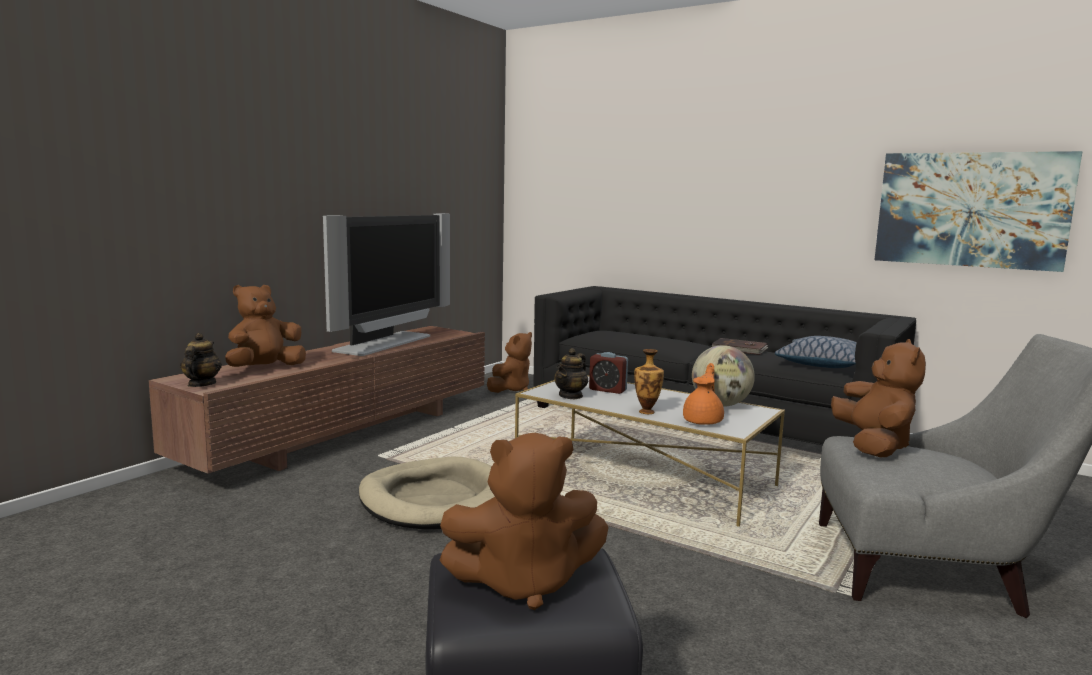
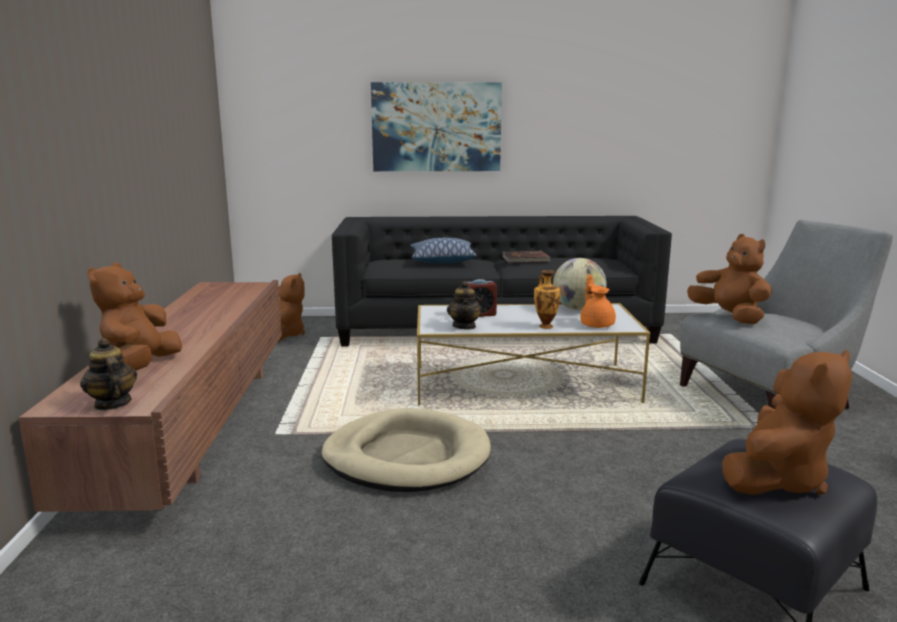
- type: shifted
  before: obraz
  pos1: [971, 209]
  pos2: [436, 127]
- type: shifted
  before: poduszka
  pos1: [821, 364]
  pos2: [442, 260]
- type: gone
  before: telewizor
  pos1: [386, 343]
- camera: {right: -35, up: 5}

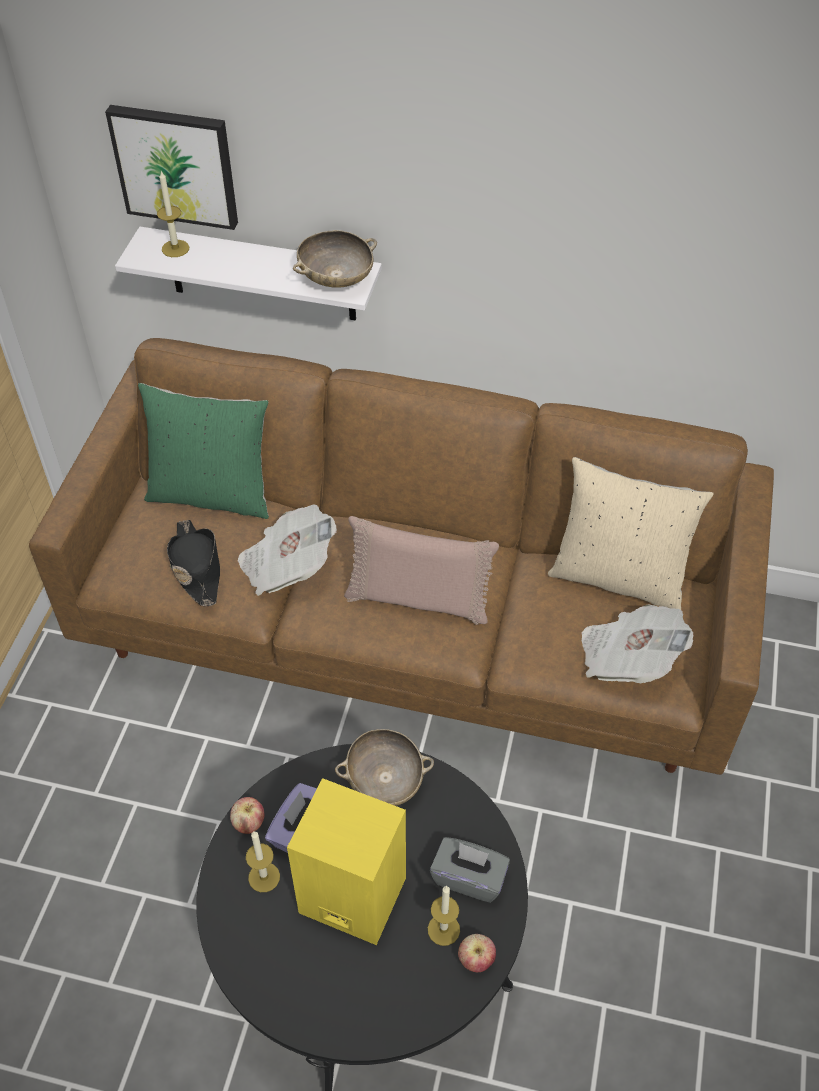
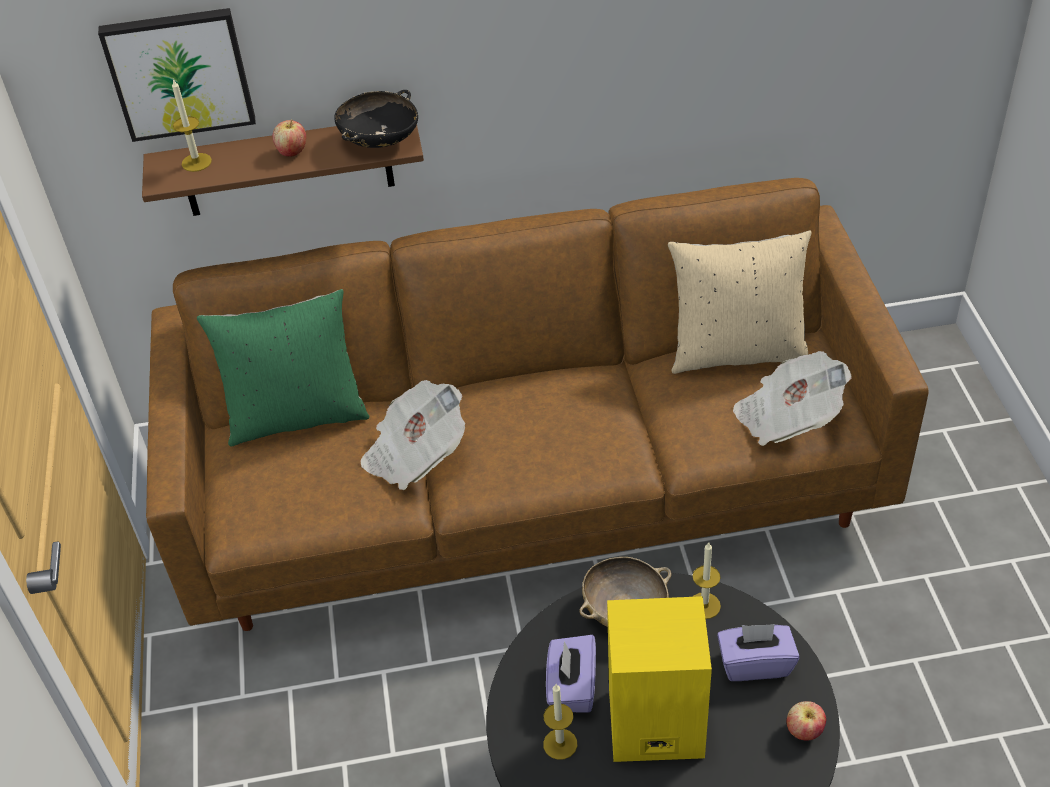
- type: repainted
  before: półka (biały)
  after: półka (brązowy)
  pos1: [262, 275]
  pos2: [287, 167]
- type: shifted
  before: jabłko
  pos1: [249, 823]
  pos2: [292, 152]
- type: repainted
  before: miska (beżowy)
  after: miska (czarny)
  pos1: [336, 279]
  pos2: [380, 141]
- type: shifted
  before: świeca
  pos1: [443, 929]
  pos2: [704, 605]
- type: repainted
  before: pudełko chusteczek (szary)
  after: pudełko chusteczek (fioletowy)
  pos1: [469, 878]
  pos2: [755, 663]
- type: gone
  before: kapelusz (czarny)
  pos1: [196, 567]
- type: gone
  before: poduszka (beżowy)
  pos1: [418, 599]
- camera: {right: -20, up: -5}

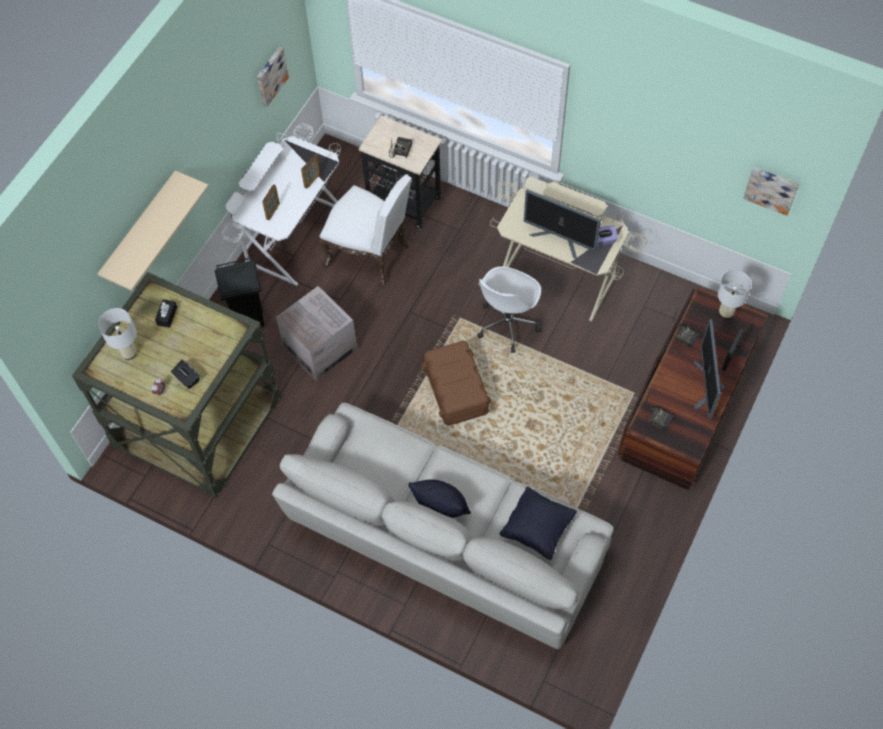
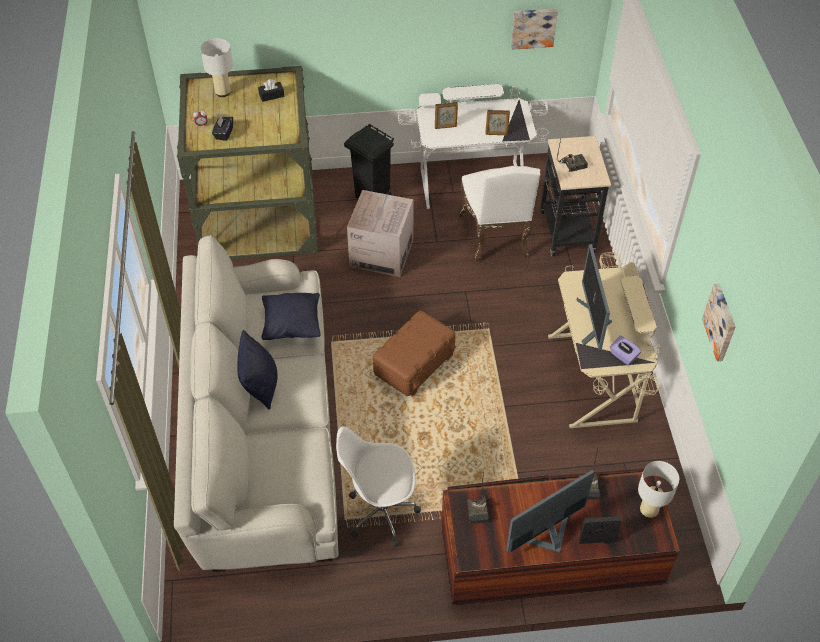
- type: shifted
  before: poduszka (czarny)
  pos1: [537, 529]
  pos2: [292, 326]
- type: shifted
  before: krzesło biurowe (biały)
  pos1: [506, 326]
  pos2: [380, 513]
- type: shifted
  before: obraz
  pos1: [771, 189]
  pos2: [721, 322]
- type: gone
  before: półka (beżowy)
  pos1: [140, 230]
- camera: {right: 55, up: -10}

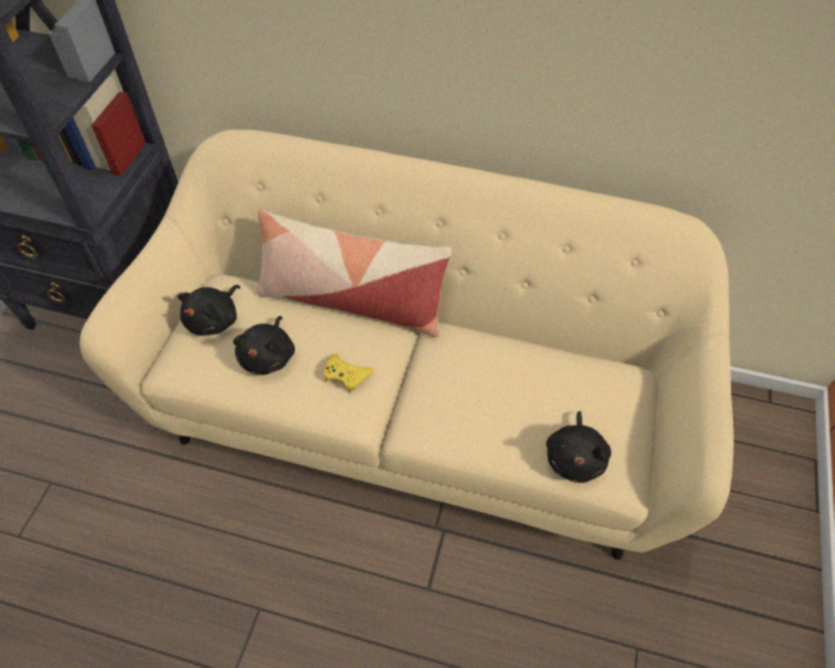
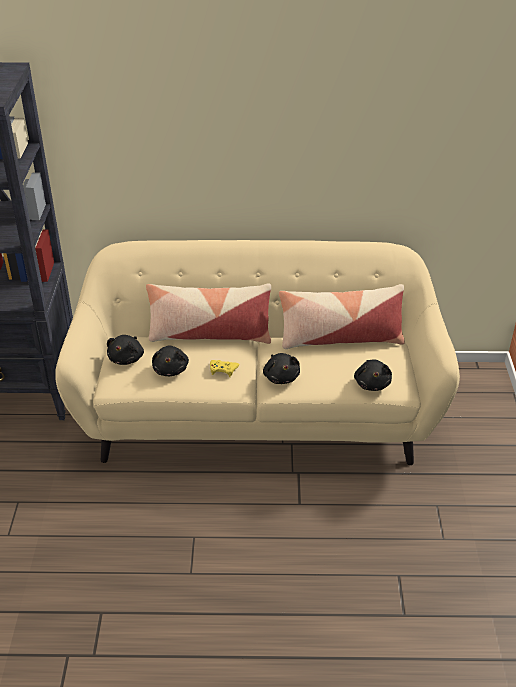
- type: new
  after: pluszak (czarny)
  pos2: [281, 376]
- type: new
  after: poduszka
  pos2: [340, 338]
- camera: {right: -15, up: -15}

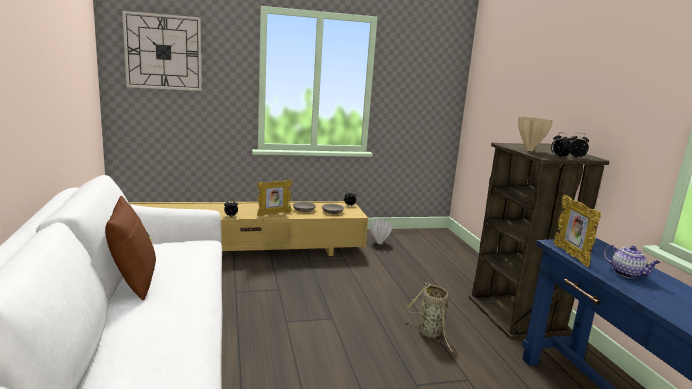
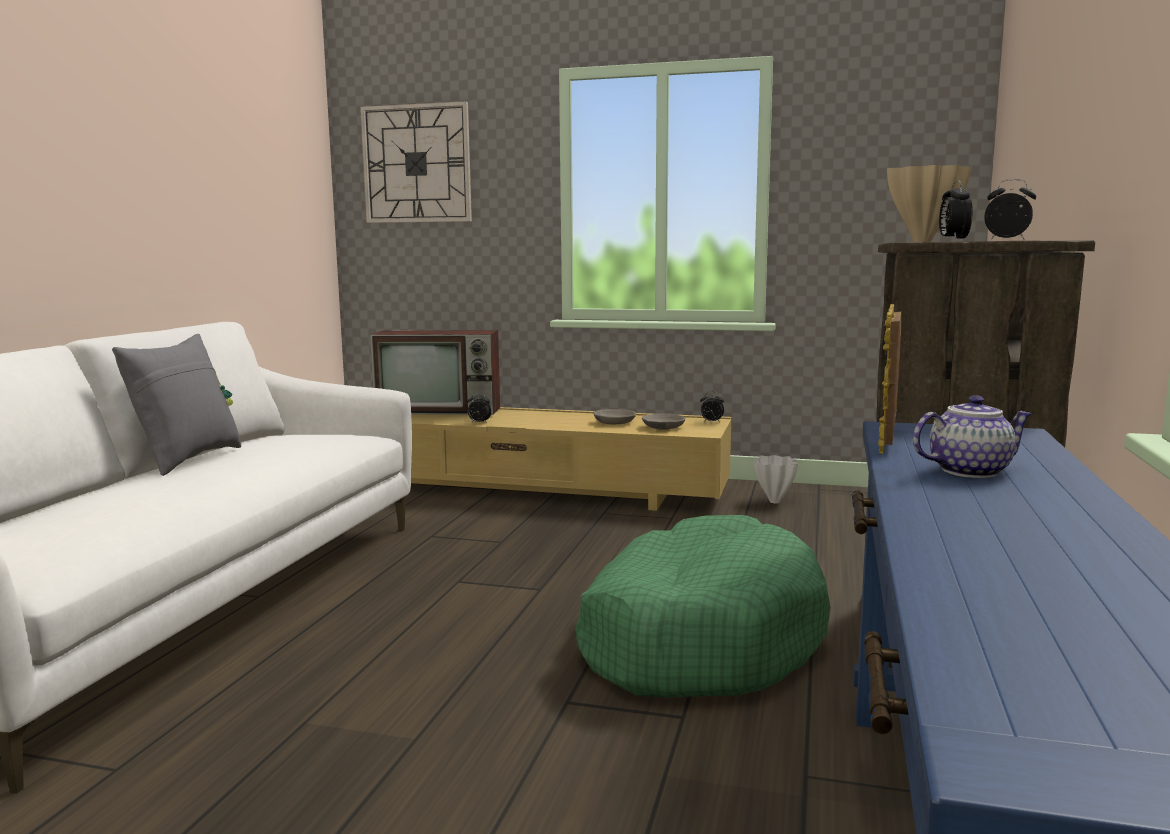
- type: repainted
  before: poduszka (brązowy)
  after: poduszka (szary)
  pos1: [134, 282]
  pos2: [187, 460]
- type: new
  after: telewizor
  pos2: [441, 410]
- type: swapped
  before: koszyk
  after: legowisko (zielony)
  pos1: [430, 333]
  pos2: [699, 638]
- type: rotated
  before: imbryk
  pos1: [627, 274]
  pos2: [970, 471]
  turn: -90
- type: gone
  before: ramka na zdjęcie
  pos1: [274, 214]
- camera: {right: 30, up: -5}

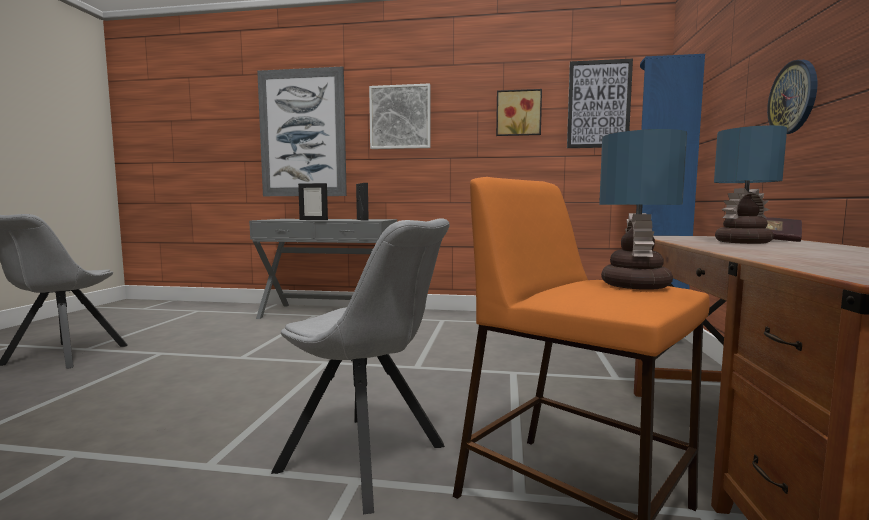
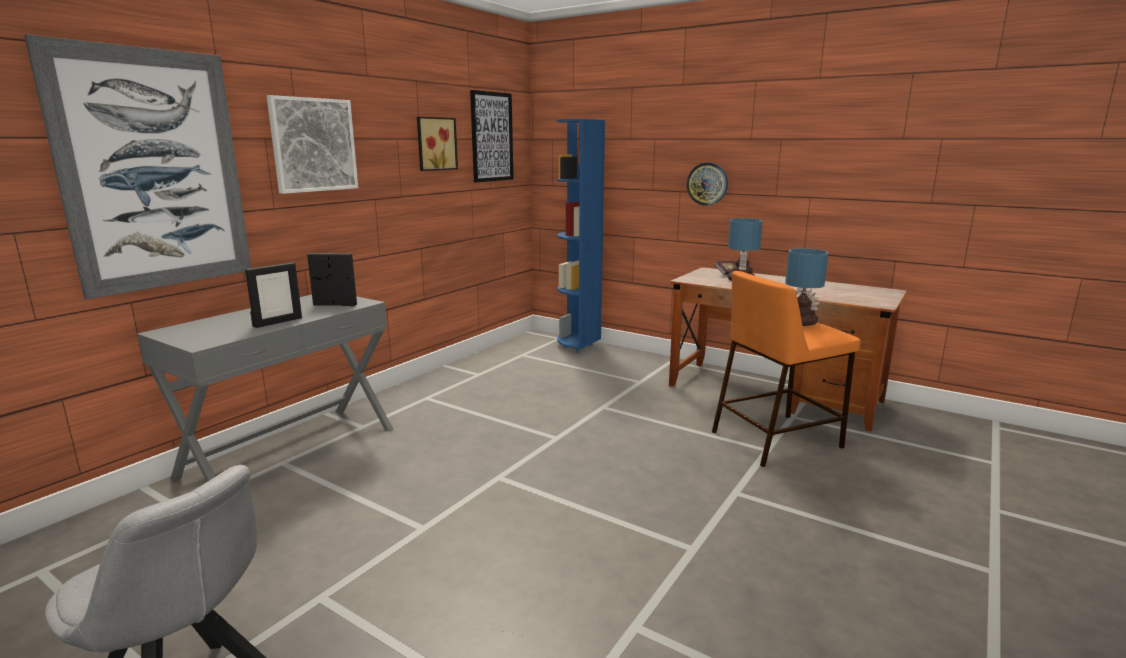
- type: gone
  before: krzesło (szary)
  pos1: [366, 459]
- camera: {right: -65, up: 10}

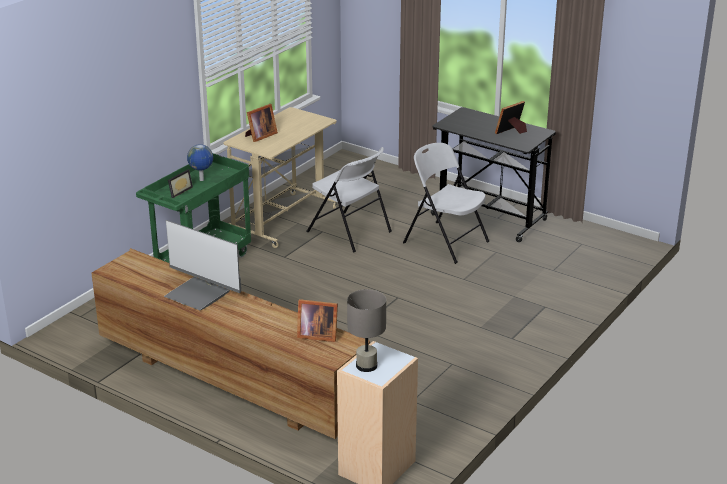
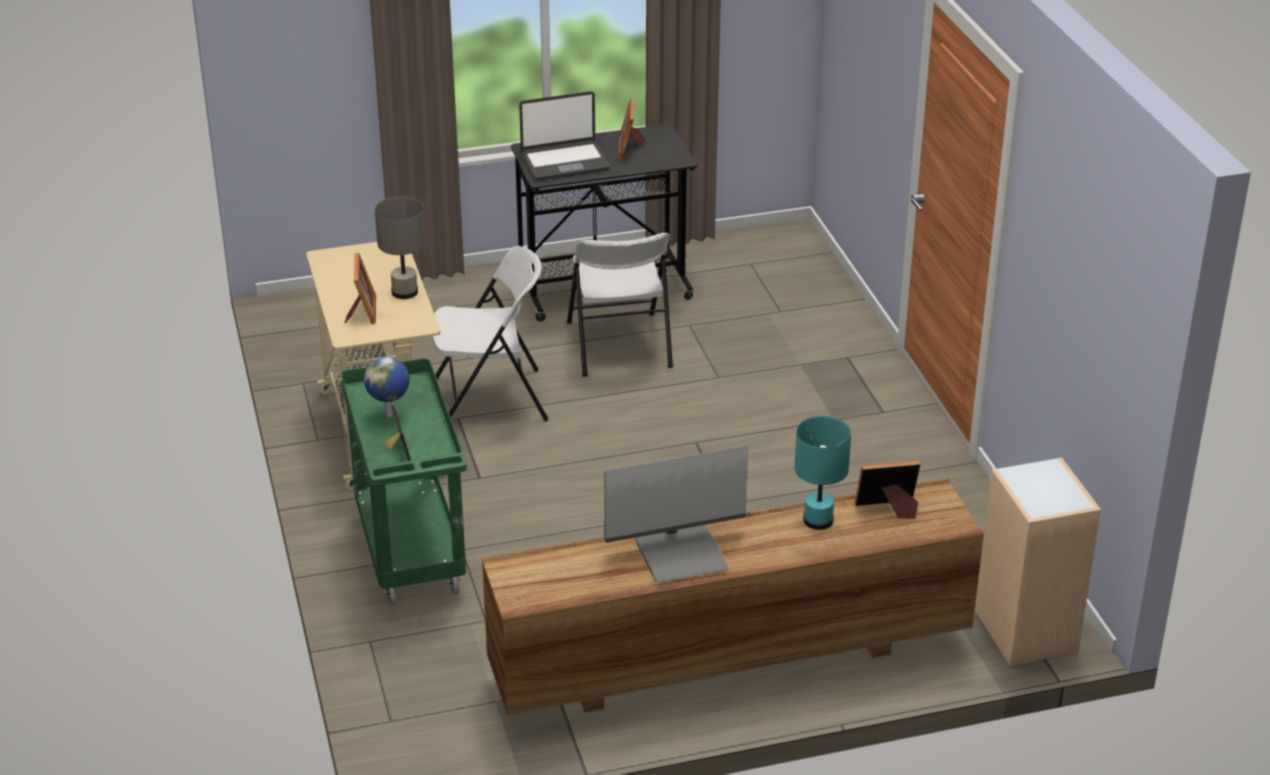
- type: shifted
  before: lampa stołowa (szary)
  pos1: [366, 365]
  pos2: [404, 292]
- type: new
  after: laptop
  pos2: [565, 161]
- type: rotated
  before: krzesło (biały)
  pos1: [446, 242]
  pos2: [618, 345]
  turn: -90
- type: new
  after: lampa stołowa (turkusowy)
  pos2: [817, 520]
- type: rotated
  before: ramka na zdjęcie
  pos1: [316, 334]
  pos2: [889, 509]
  turn: -150
- camera: {right: -50, up: 5}

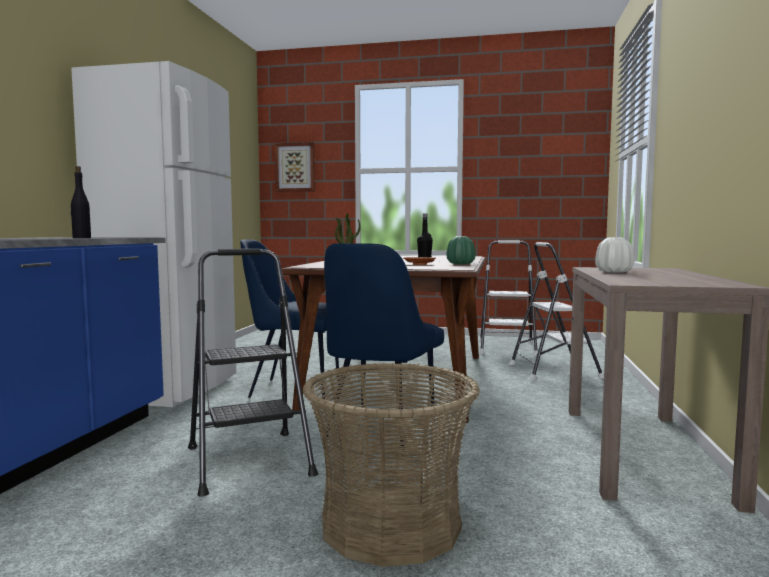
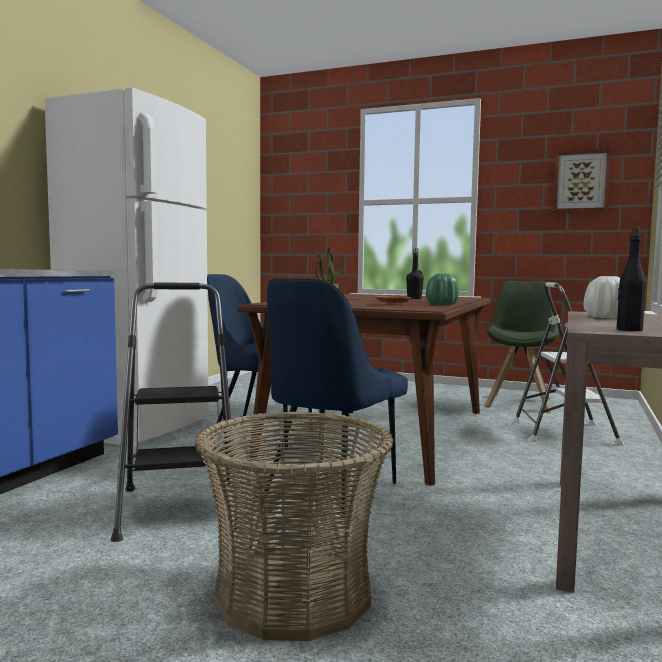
- type: swapped
  before: drabinka (biały)
  after: krzesło (zielony)
  pos1: [507, 347]
  pos2: [519, 403]
- type: shifted
  before: obraz
  pos1: [295, 167]
  pos2: [581, 181]
- type: shifted
  before: butelka (czarny)
  pos1: [81, 238]
  pos2: [629, 330]
- camera: {right: 10, up: 0}

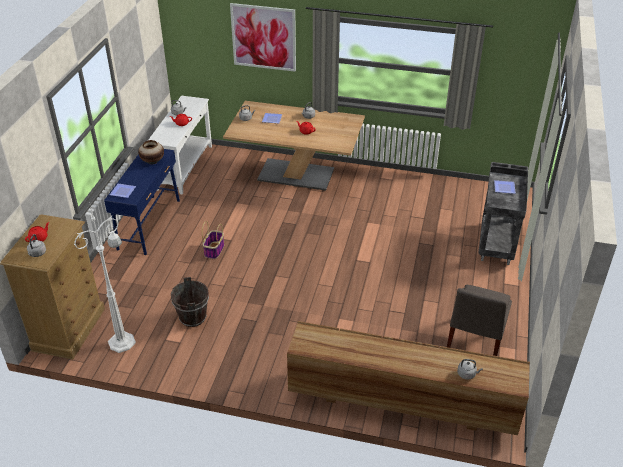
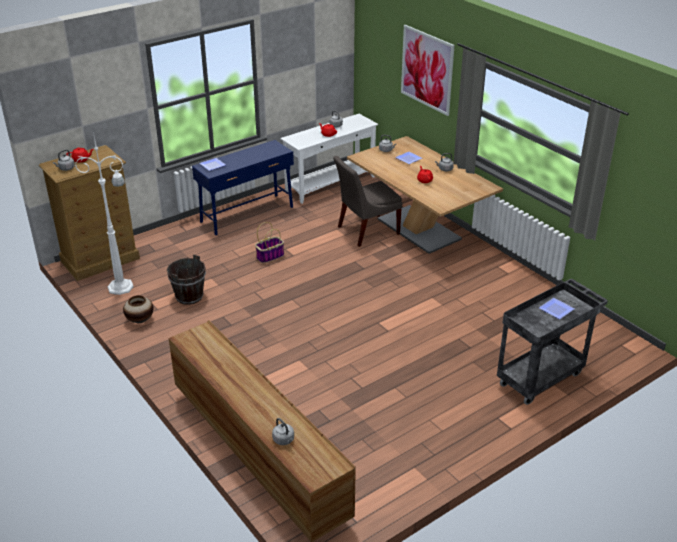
- type: shifted
  before: wazon
  pos1: [152, 161]
  pos2: [140, 320]
- type: shifted
  before: krzesło (szary)
  pos1: [474, 343]
  pos2: [365, 231]
- camera: {right: 40, up: -5}

